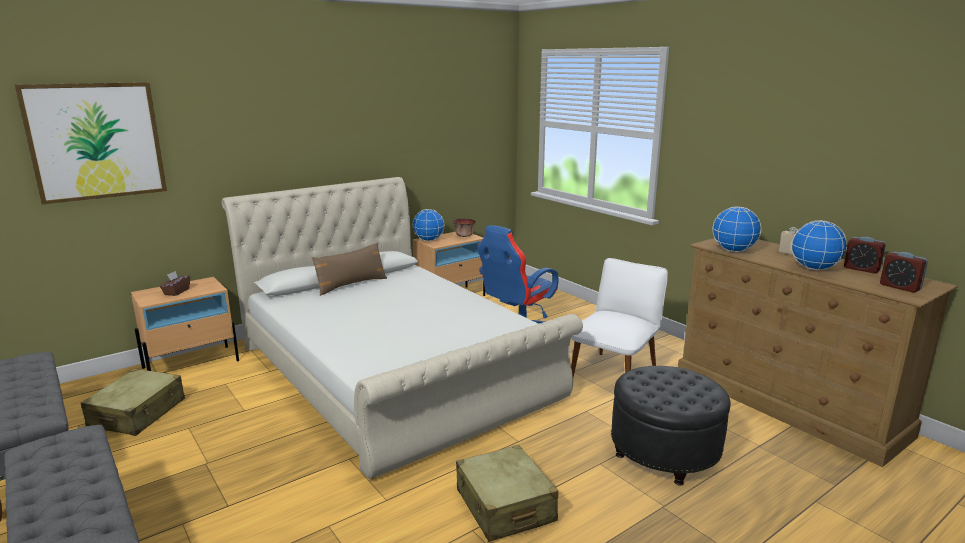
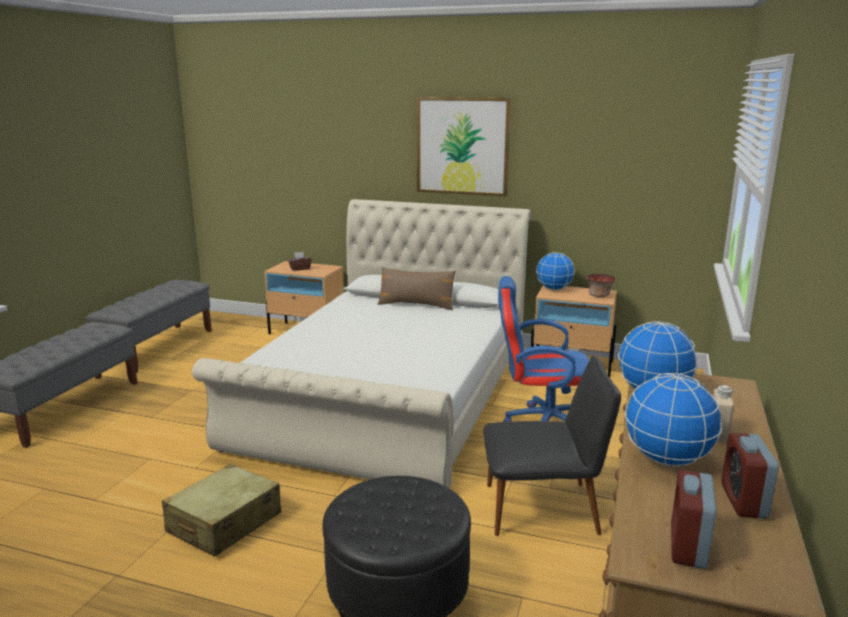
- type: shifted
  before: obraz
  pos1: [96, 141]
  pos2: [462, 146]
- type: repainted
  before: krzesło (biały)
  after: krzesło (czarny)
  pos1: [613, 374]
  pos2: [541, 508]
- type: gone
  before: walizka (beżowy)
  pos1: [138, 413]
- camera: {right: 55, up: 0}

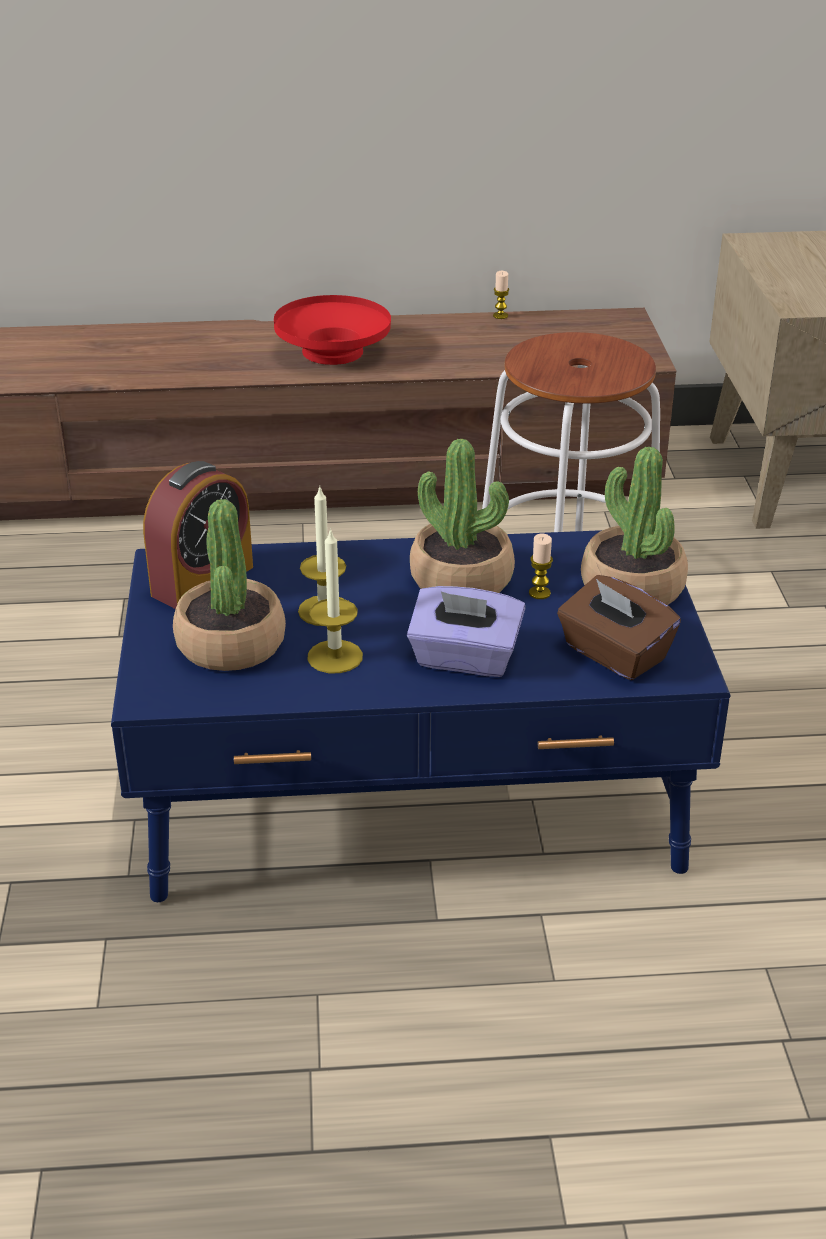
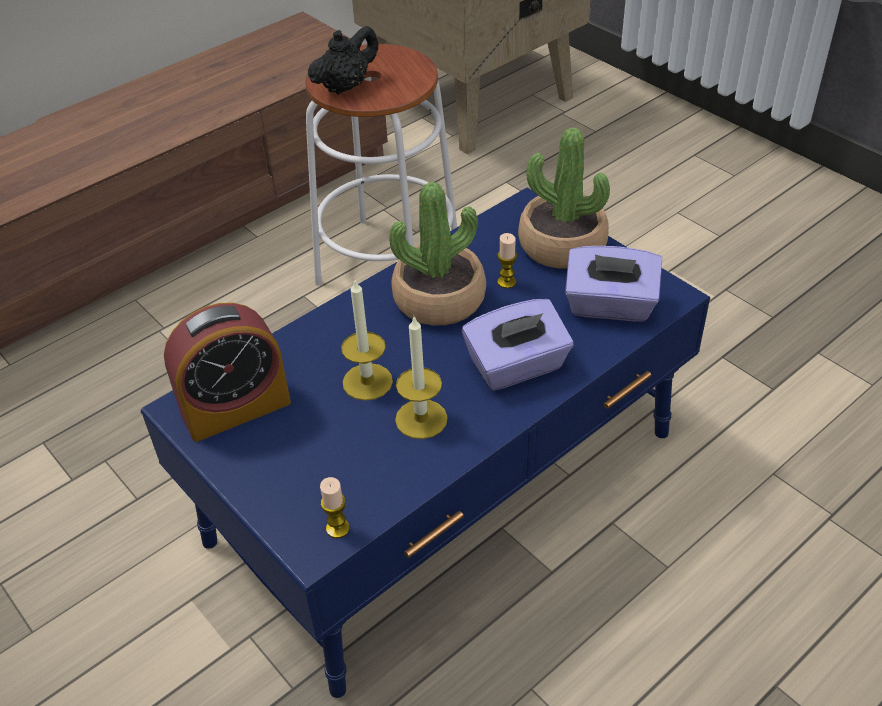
- type: rotated
  before: budzik
  pos1: [202, 581]
  pos2: [236, 408]
  turn: 60
- type: new
  after: imbryk (czarny)
  pos2: [346, 87]
- type: shifted
  before: świeca
  pos1: [500, 316]
  pos2: [337, 528]
- type: repainted
  before: pudełko chusteczek (brązowy)
  after: pudełko chusteczek (fioletowy)
  pos1: [614, 654]
  pos2: [610, 306]
- type: gone
  before: roślina doniczkowa
  pos1: [230, 644]
- type: gone
  before: miska (czerwony)
  pos1: [333, 352]
- camera: {right: -35, up: 10}

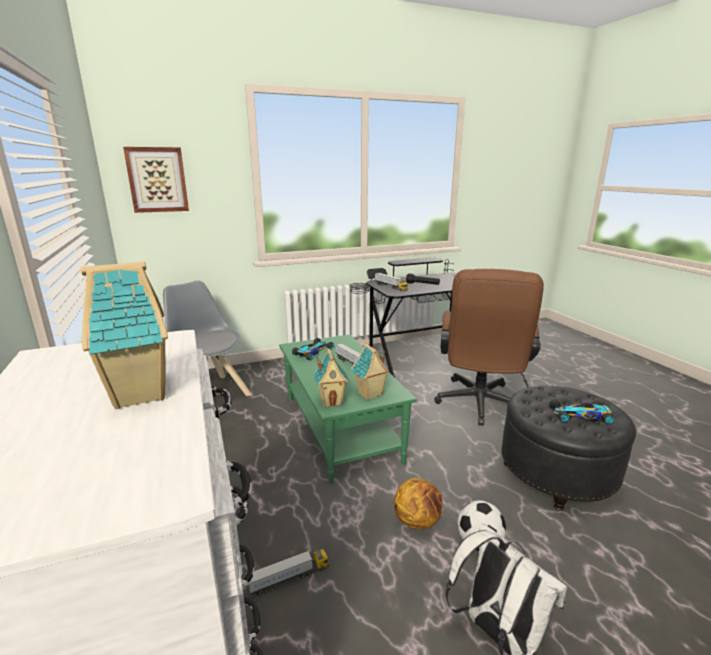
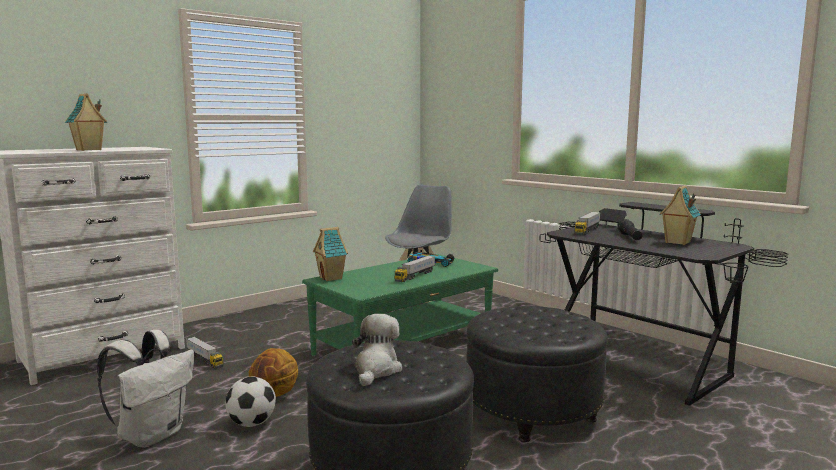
- type: swapped
  before: samochodzik
  after: pluszak
  pos1: [581, 415]
  pos2: [376, 370]
- type: swapped
  before: krzesło biurowe (brązowy)
  after: pufa (czarny)
  pos1: [478, 405]
  pos2: [532, 411]
- type: shifted
  before: domek
  pos1: [370, 395]
  pos2: [677, 242]
- type: gone
  before: obraz
  pos1: [157, 180]
- camera: {right: 70, up: -10}

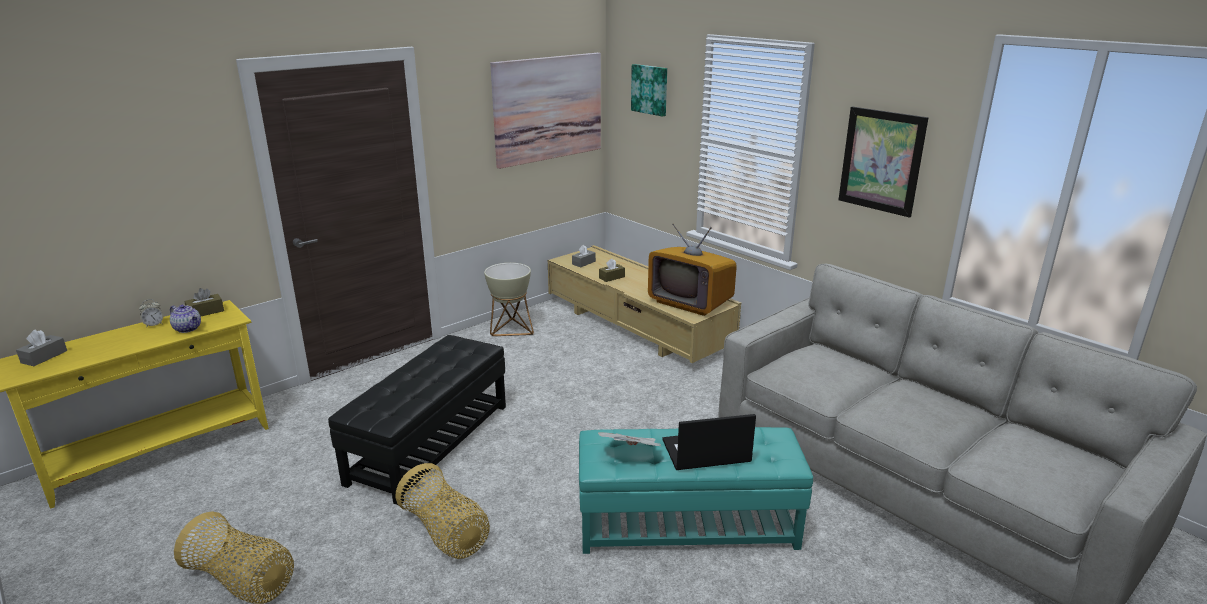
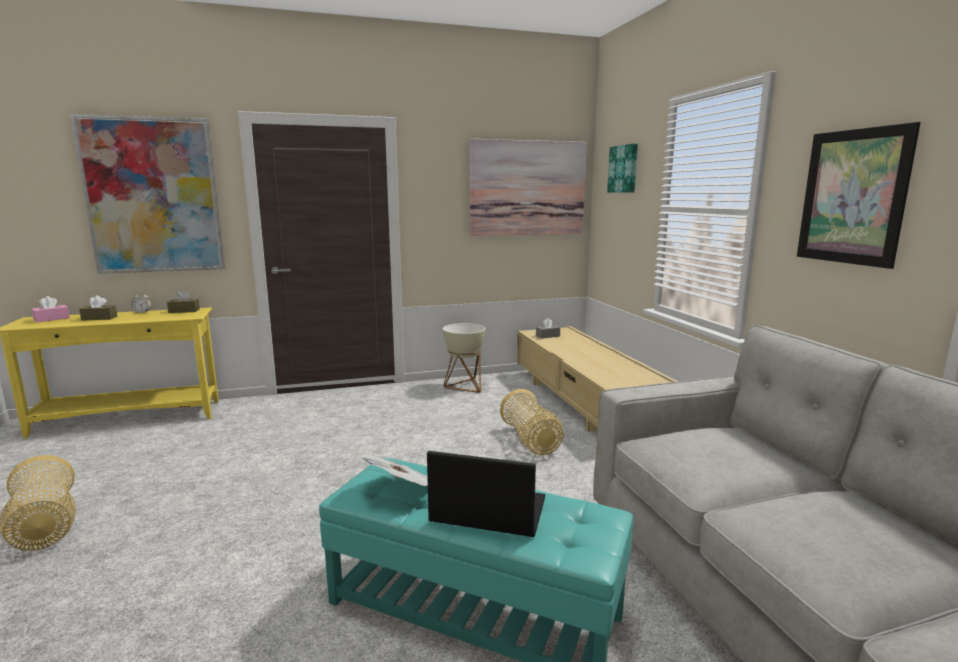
- type: repainted
  before: pudełko chusteczek (szary)
  after: pudełko chusteczek (różowy)
  pos1: [44, 357]
  pos2: [51, 319]
- type: new
  after: obraz
  pos2: [153, 196]
- type: shifted
  before: pudełko chusteczek (brązowy)
  pos1: [612, 277]
  pos2: [99, 318]
- type: shifted
  before: koszyk
  pos1: [446, 533]
  pos2: [531, 441]
- type: gone
  before: imbryk
  pos1: [188, 328]
- type: gone
  before: pufa (czarny)
  pos1: [431, 443]
- type: gone
  before: telewizor
  pos1: [690, 302]
- camera: {right: 25, up: -10}

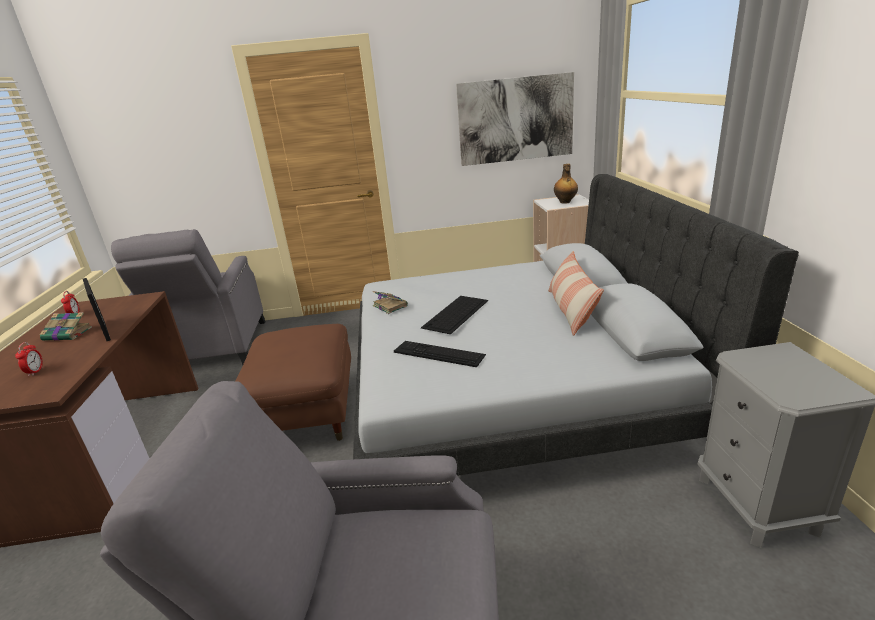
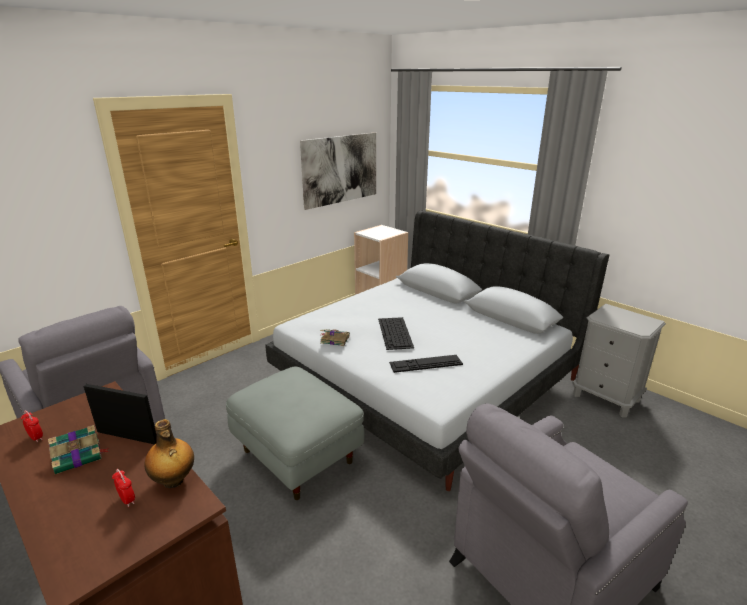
- type: shifted
  before: butelka
  pos1: [565, 202]
  pos2: [173, 481]
- type: repainted
  before: pufa (brązowy)
  after: pufa (szary)
  pos1: [308, 416]
  pos2: [298, 458]
- type: gone
  before: poduszka
  pos1: [571, 310]
- camera: {right: -40, up: 0}

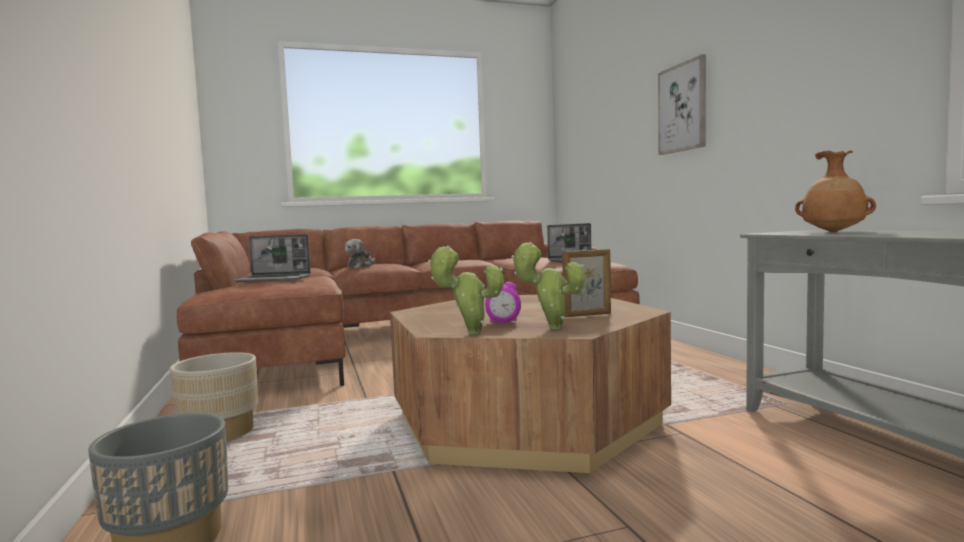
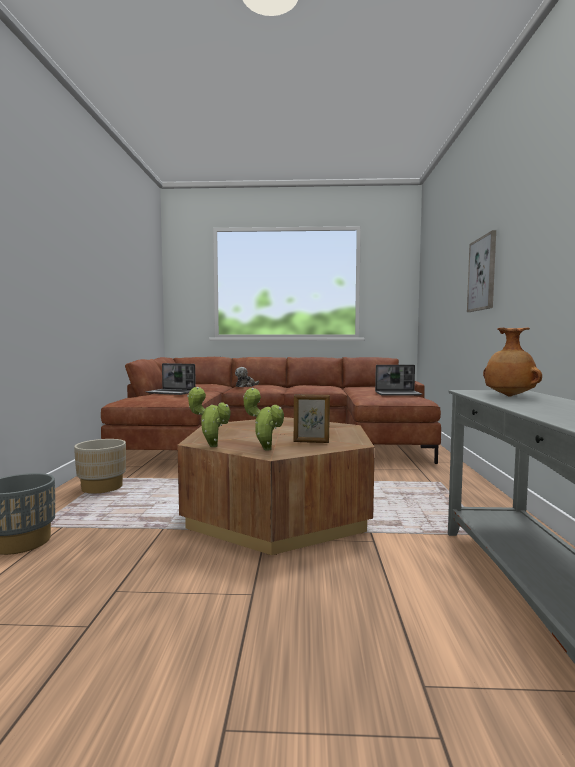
- type: gone
  before: budzik
  pos1: [503, 322]
- camera: {right: 20, up: 0}

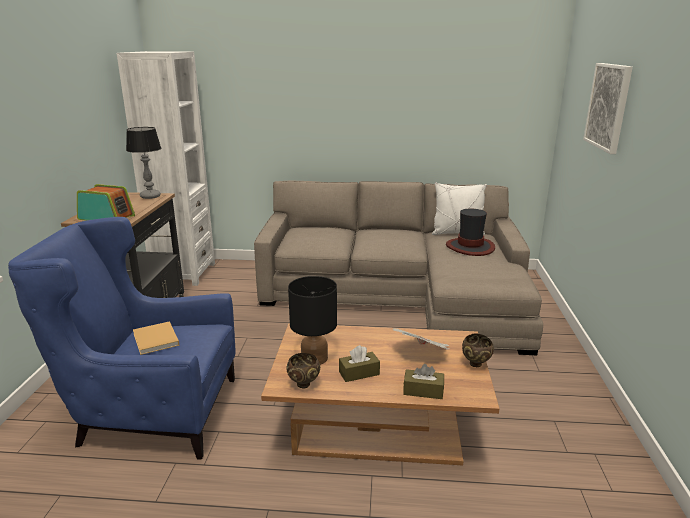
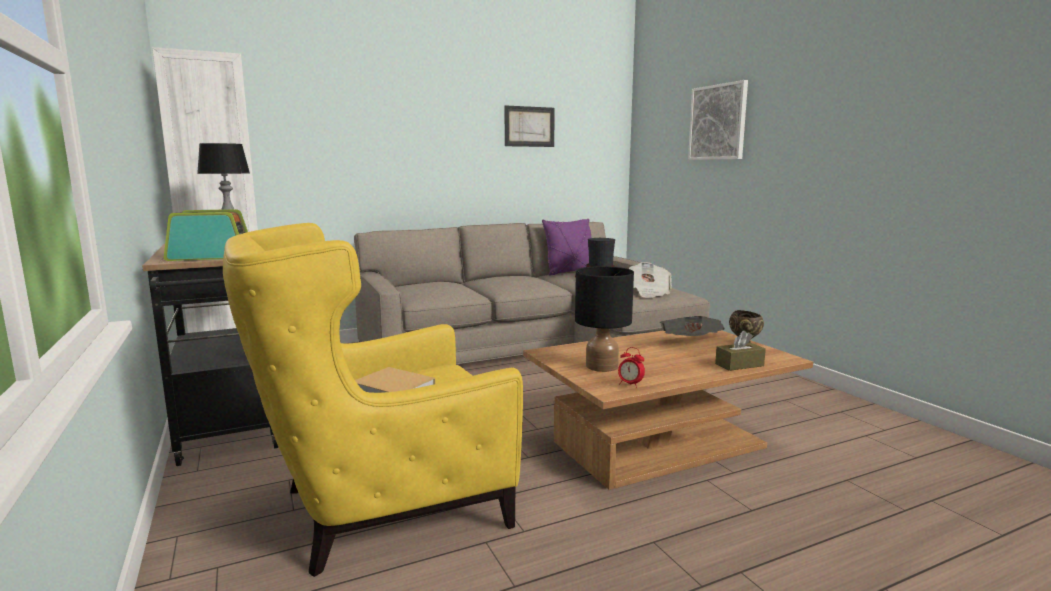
- type: repainted
  before: fotel (niebieski)
  after: fotel (żółty)
  pos1: [152, 413]
  pos2: [382, 507]
- type: new
  after: obraz
  pos2: [529, 126]
- type: repainted
  before: poduszka (biały)
  after: poduszka (fioletowy)
  pos1: [457, 233]
  pos2: [570, 272]
- type: swapped
  before: miska (brązowy)
  after: budzik
  pos1: [304, 384]
  pos2: [630, 384]
- type: new
  after: gazeta
  pos2: [648, 293]
- type: gone
  before: pudełko chusteczek (brązowy)
  pos1: [359, 373]
- camera: {right: -30, up: -10}

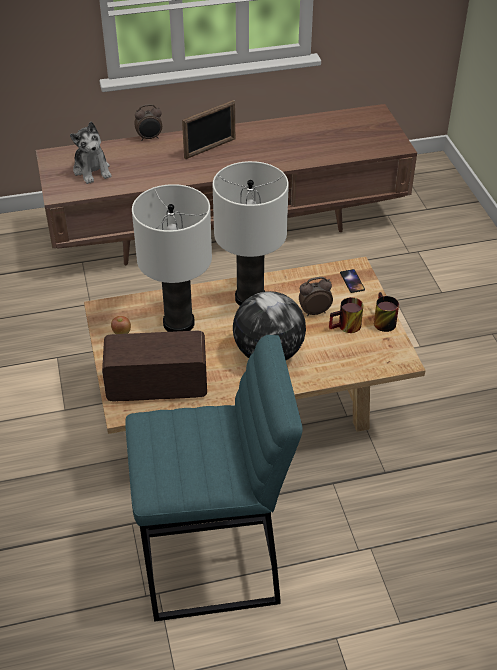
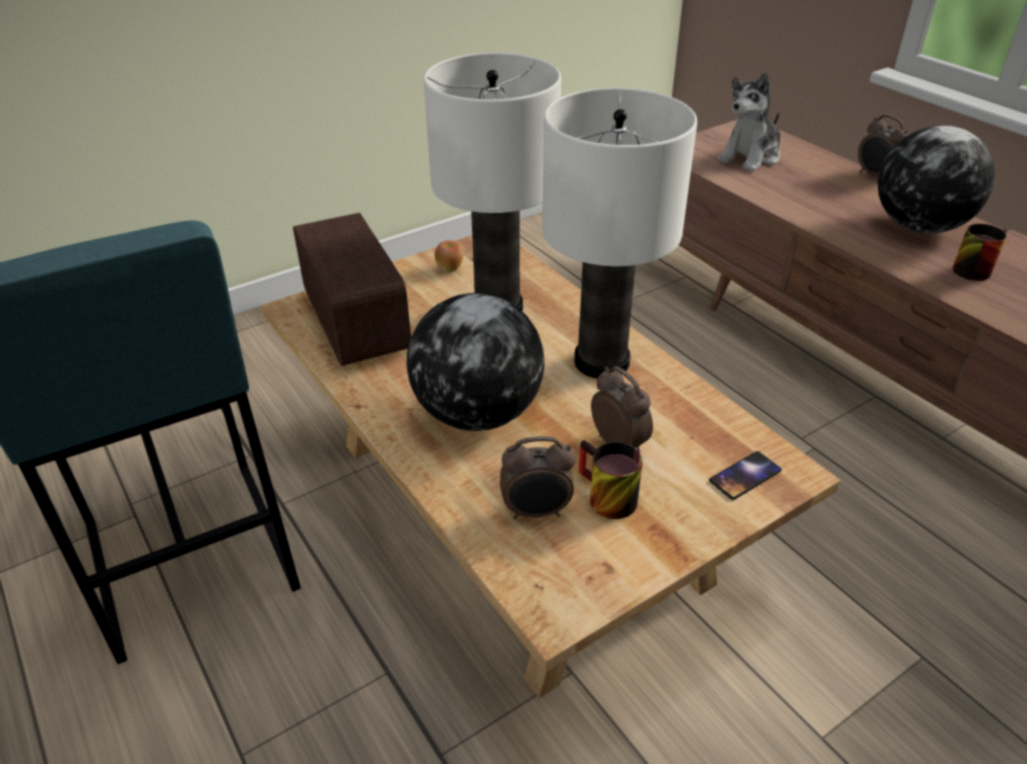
- type: new
  after: budzik
  pos2: [537, 512]
- type: swapped
  before: ramka na zdjęcie
  after: globus
  pos1: [210, 148]
  pos2: [919, 226]
- type: shifted
  before: kubek
  pos1: [381, 321]
  pos2: [972, 267]
- camera: {right: 70, up: -5}

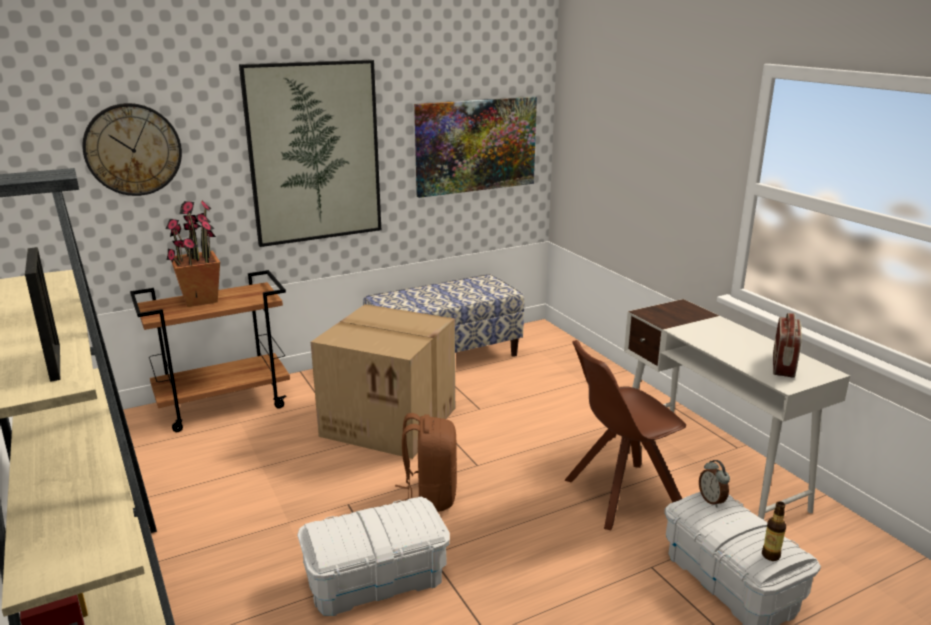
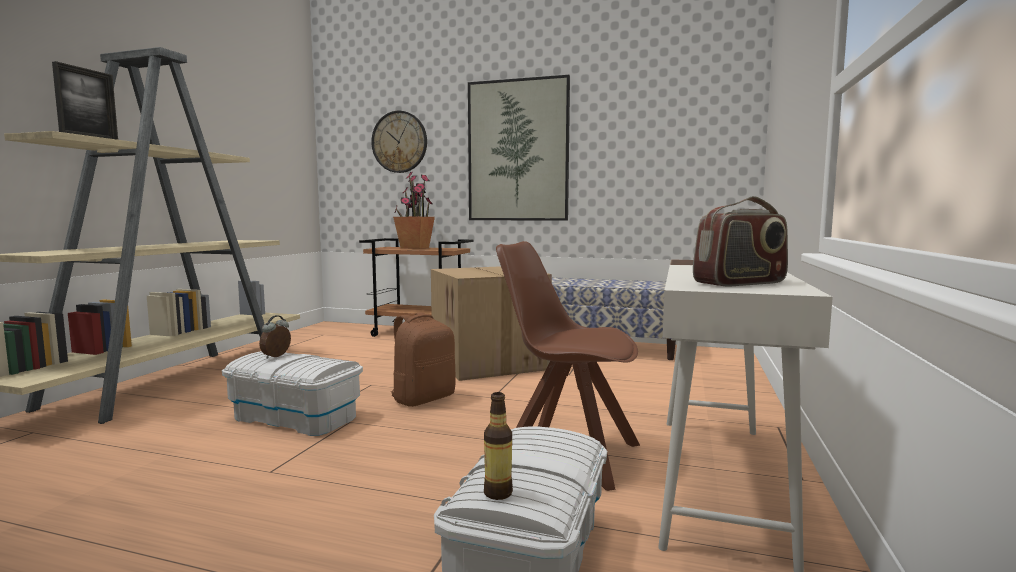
- type: shifted
  before: budzik
  pos1: [712, 500]
  pos2: [277, 356]
- type: gone
  before: obraz
  pos1: [476, 145]
- camera: {right: 45, up: -15}

